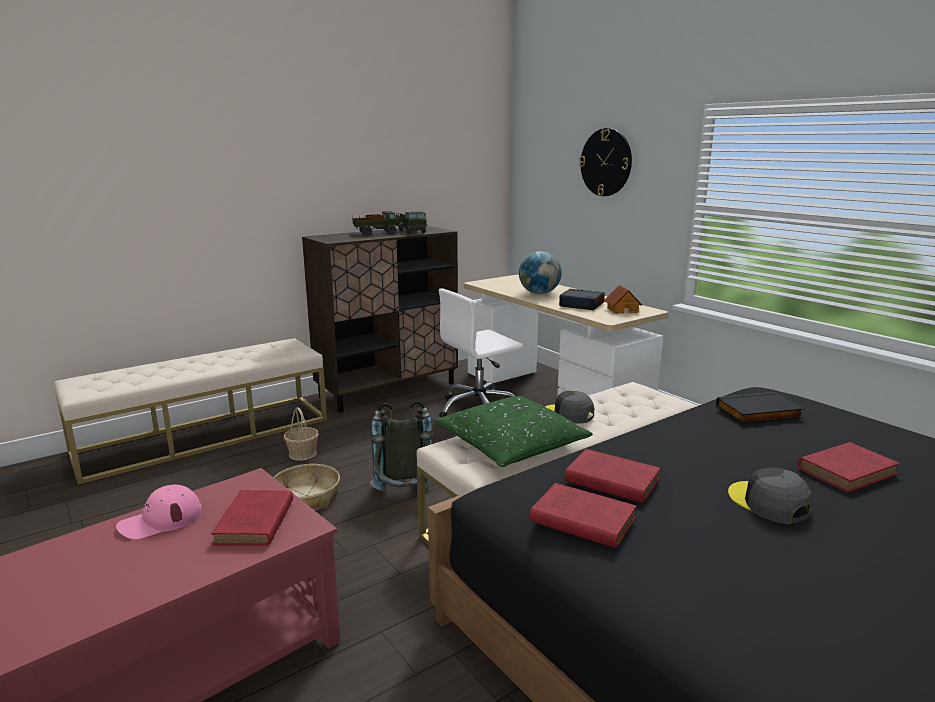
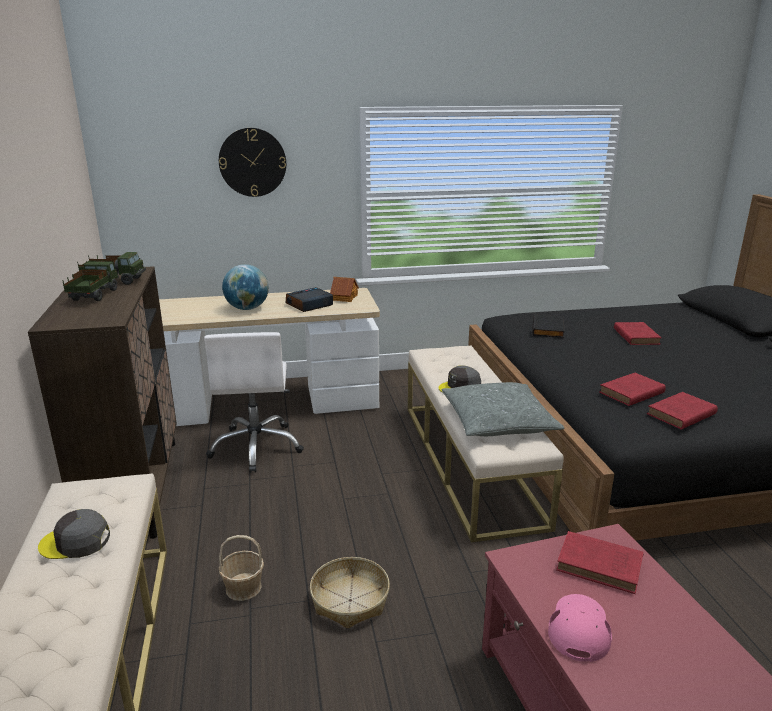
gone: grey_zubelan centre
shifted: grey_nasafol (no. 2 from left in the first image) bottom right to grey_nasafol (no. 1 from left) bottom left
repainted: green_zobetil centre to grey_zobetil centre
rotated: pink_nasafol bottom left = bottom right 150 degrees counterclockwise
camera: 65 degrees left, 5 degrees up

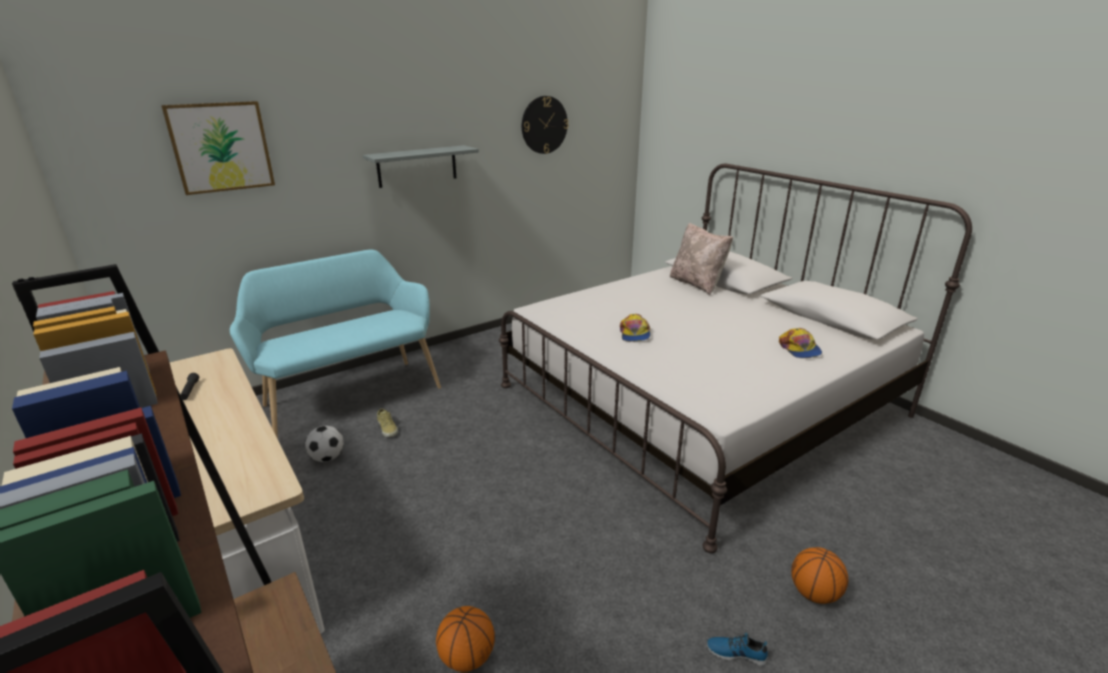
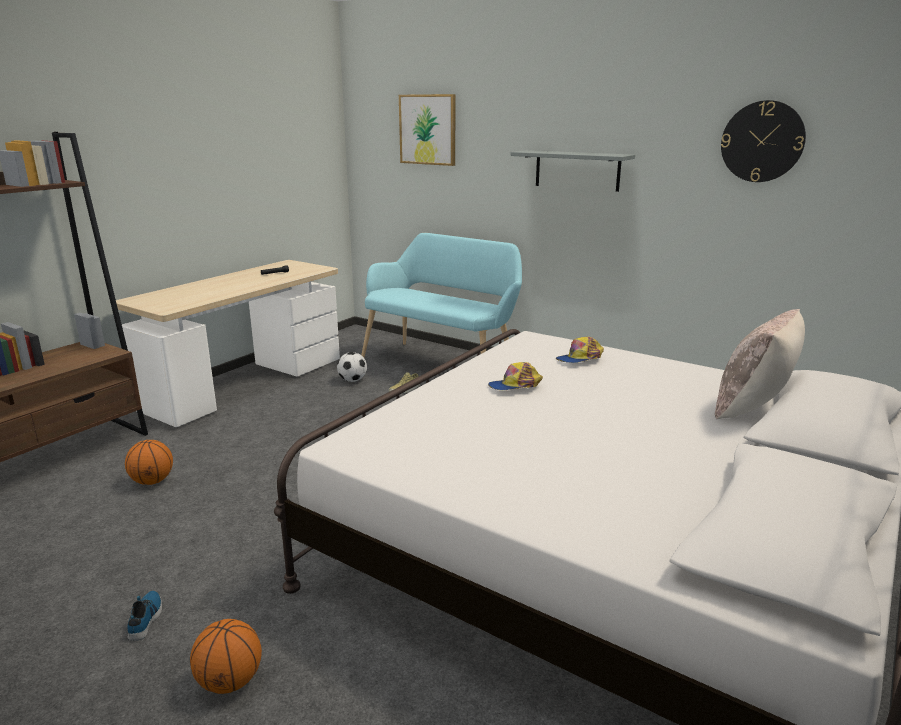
shifted: nasafol (no. 2 from left) middle right to centre
camera: 70 degrees right, 5 degrees down

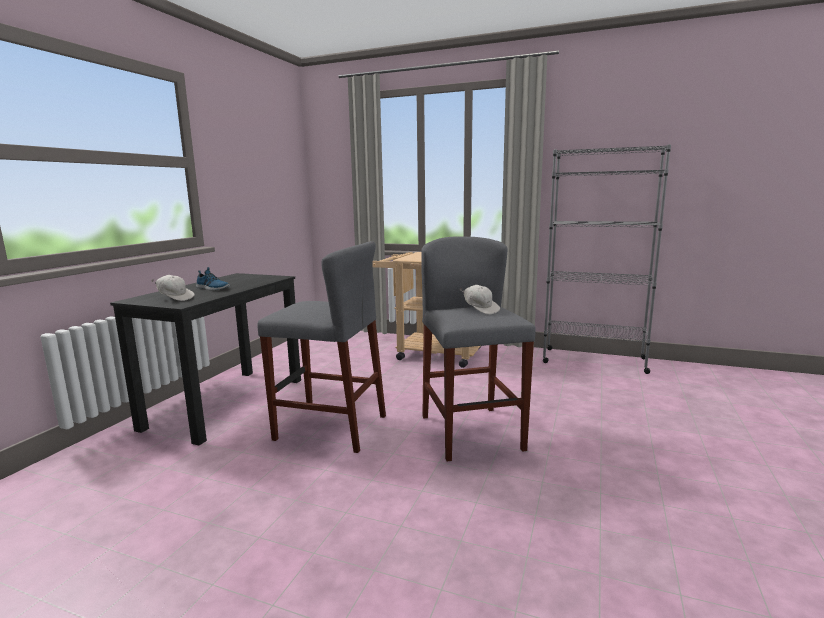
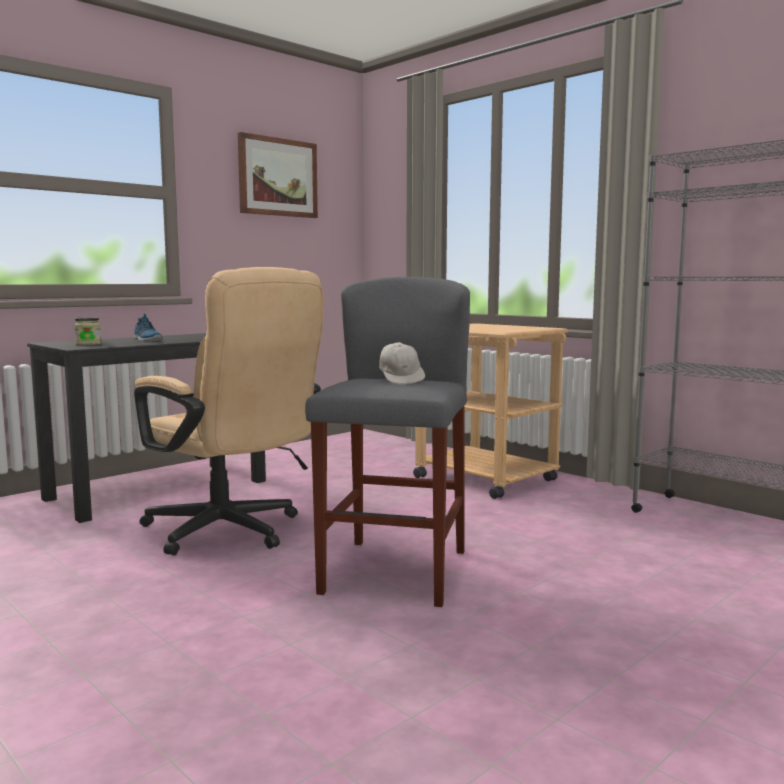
new: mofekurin top centre
swapped: white_nasafol (no. 1 from left) middle left to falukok middle left; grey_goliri (no. 1 from left) centre to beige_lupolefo middle left
camera: 25 degrees right, 5 degrees down

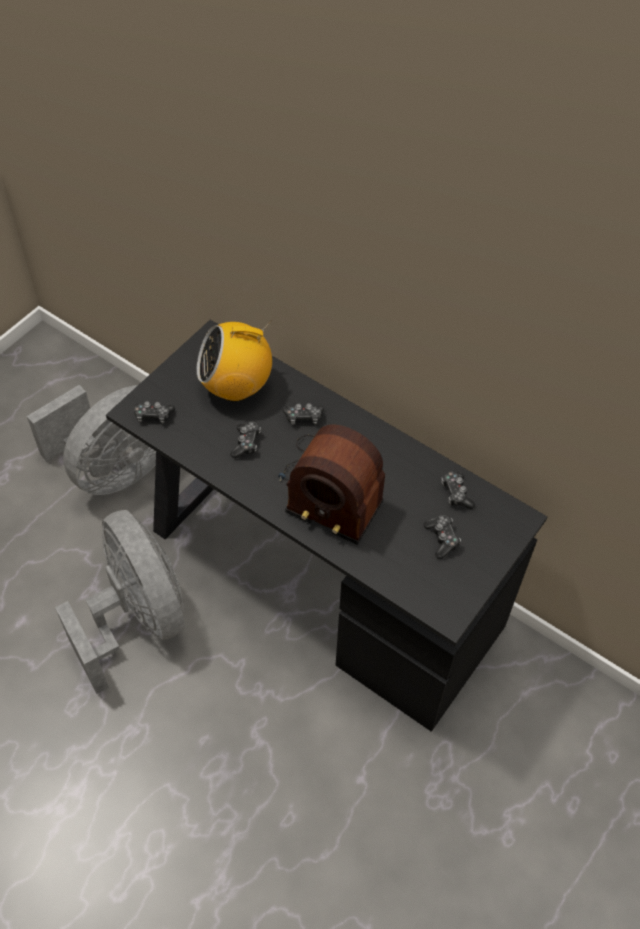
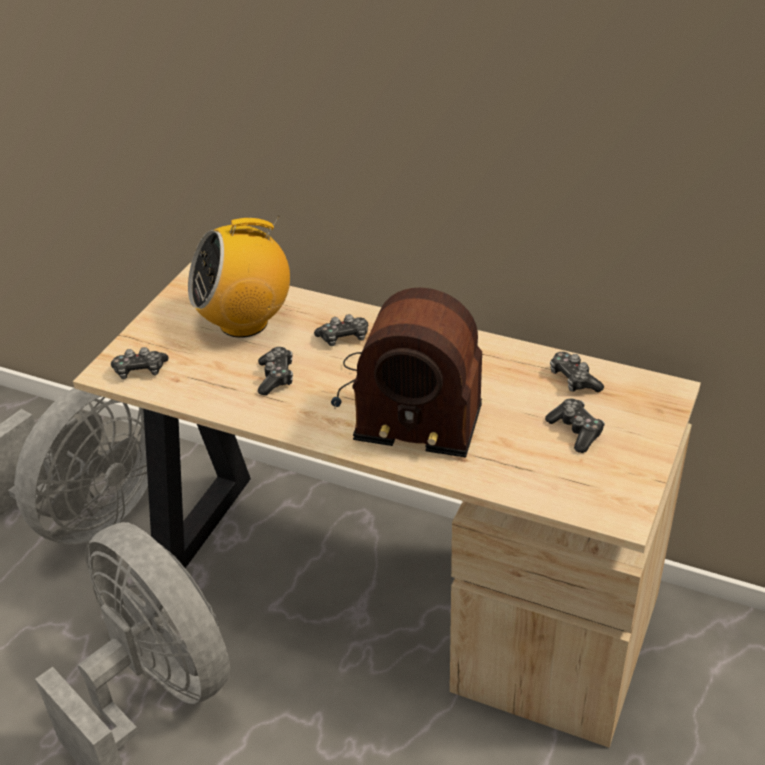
repainted: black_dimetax centre to beige_dimetax centre
camera: 10 degrees left, 15 degrees down

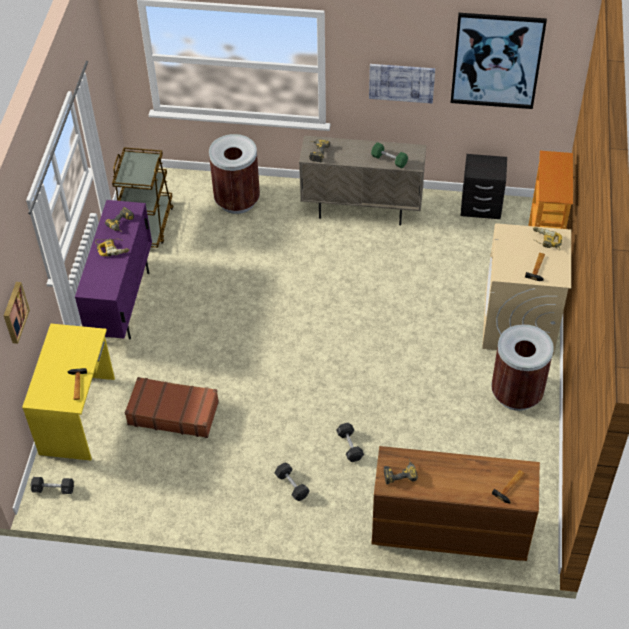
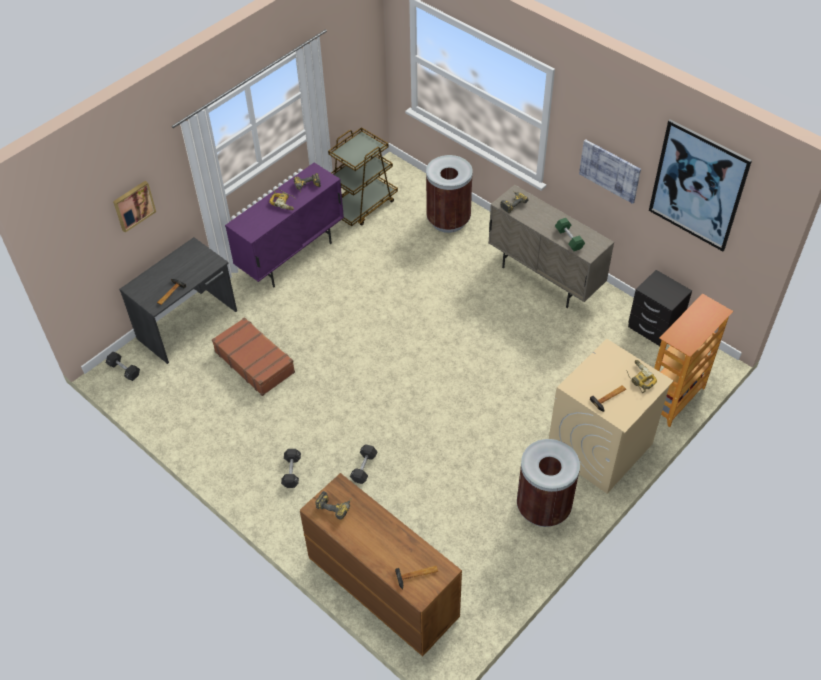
repainted: yellow_dimetax middle left to grey_dimetax middle left
camera: 35 degrees right, 0 degrees up

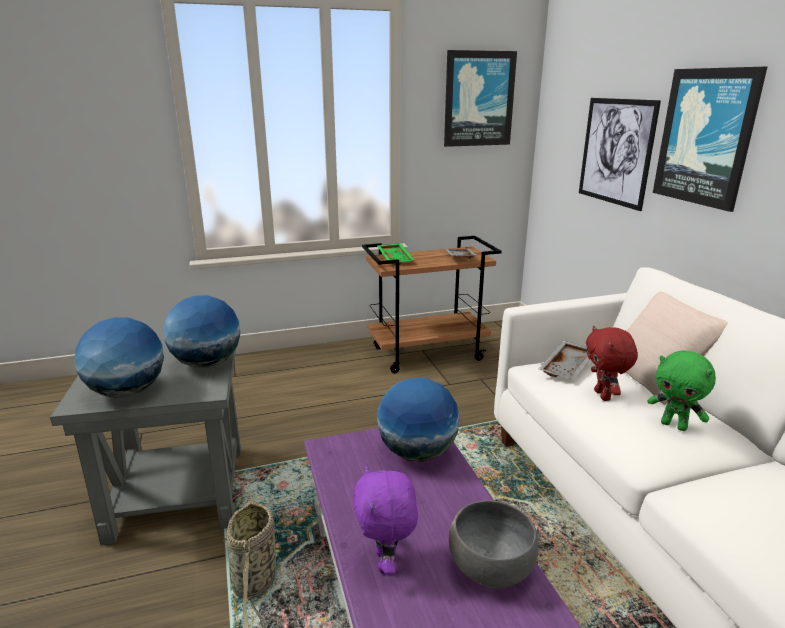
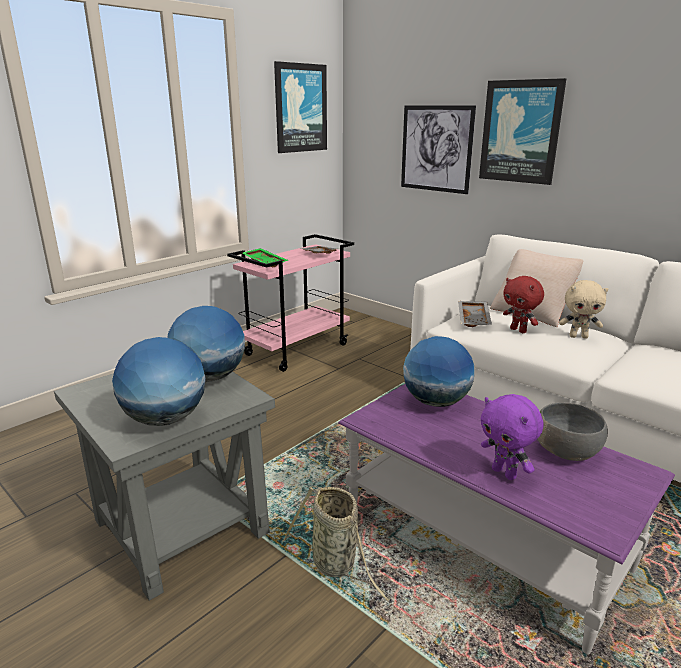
repainted: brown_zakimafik centre to pink_zakimafik centre; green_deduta middle right to beige_deduta middle right
camera: 30 degrees left, 0 degrees up

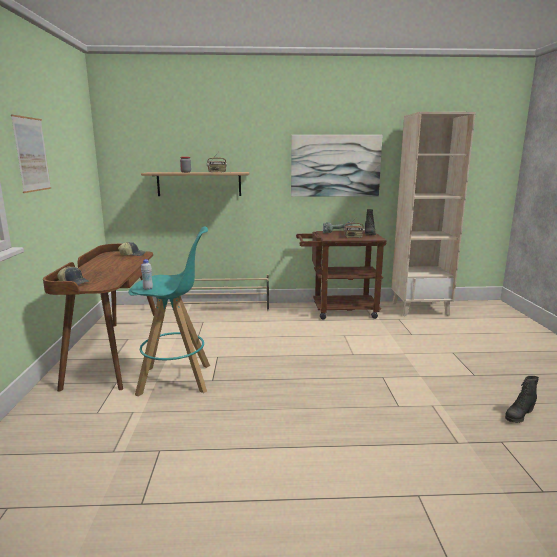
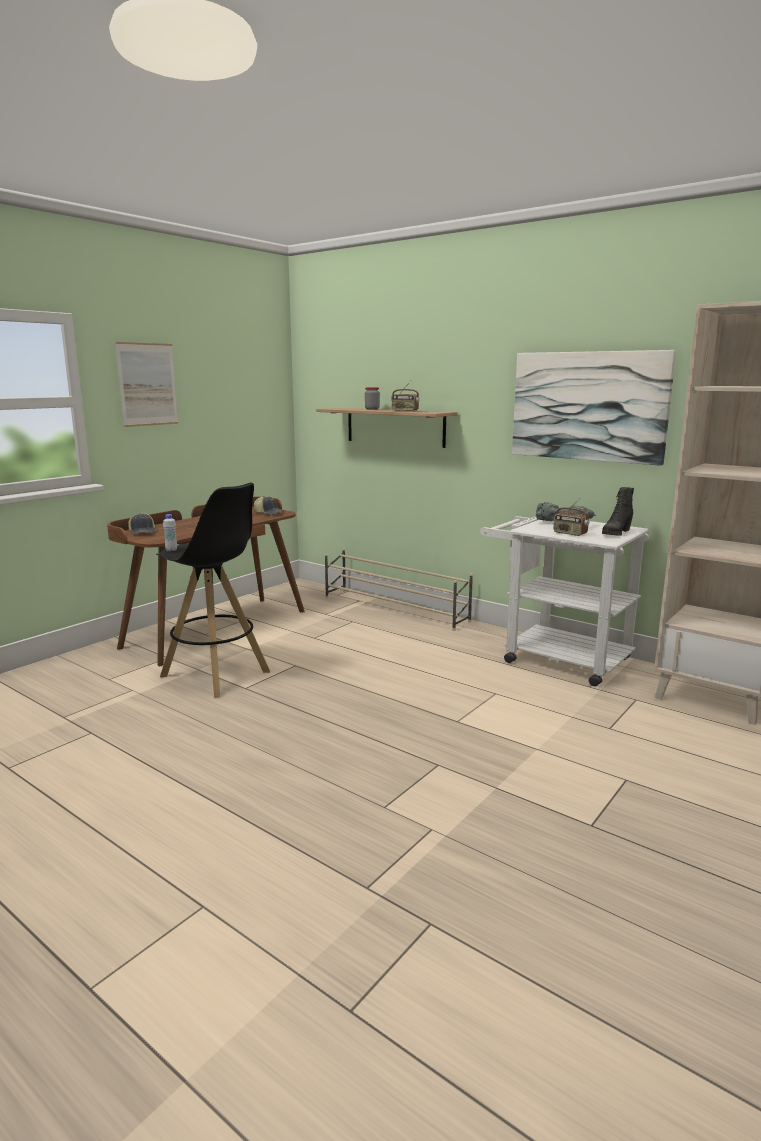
gone: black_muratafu (no. 2 from left) bottom right
repainted: turquoise_goliri middle left to black_goliri middle left; brown_zakimafik centre to white_zakimafik middle right
camera: 40 degrees right, 0 degrees up

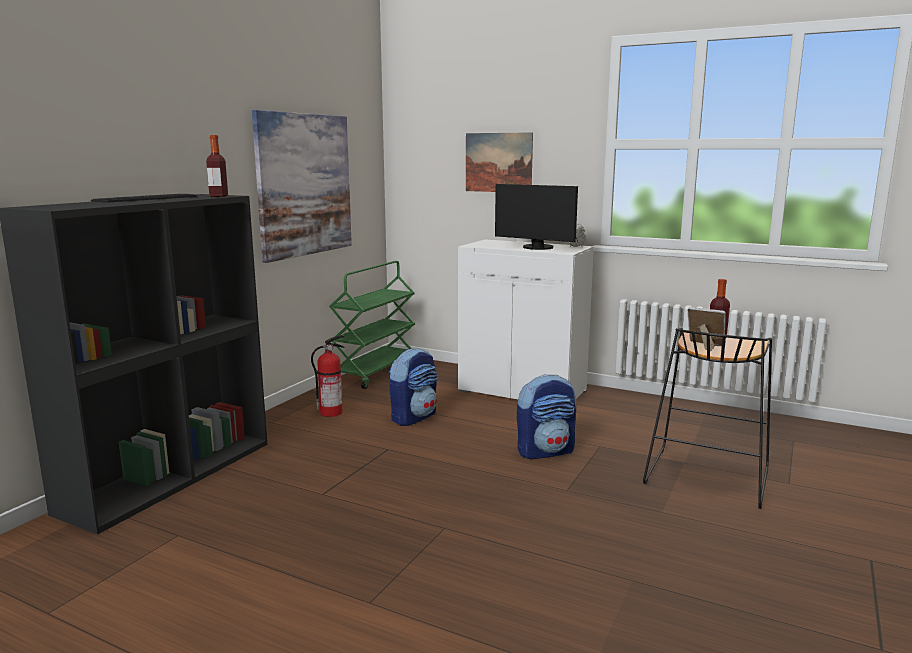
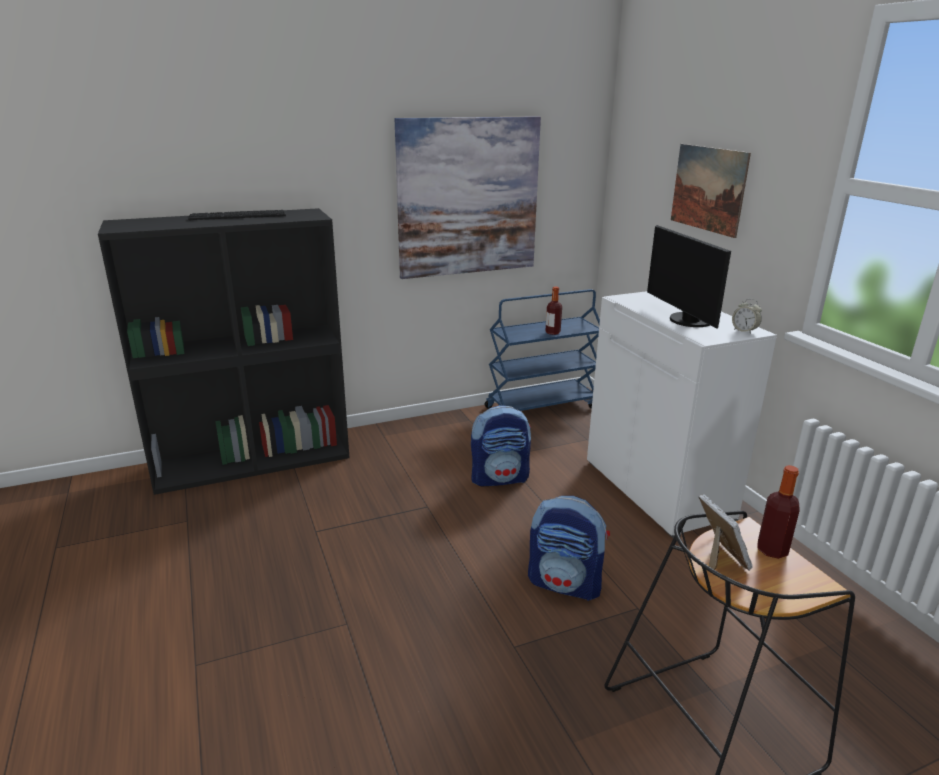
gone: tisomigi centre
shifted: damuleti (no. 1 from left) top left to centre
repainted: green_zakimafik centre to blue_zakimafik centre
camera: 40 degrees right, 10 degrees up

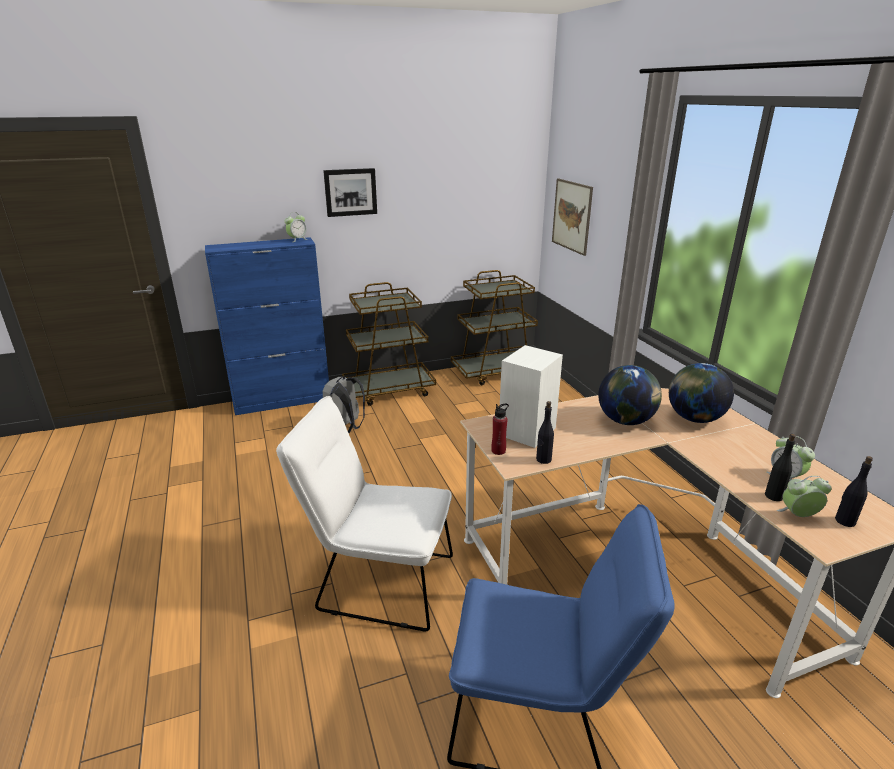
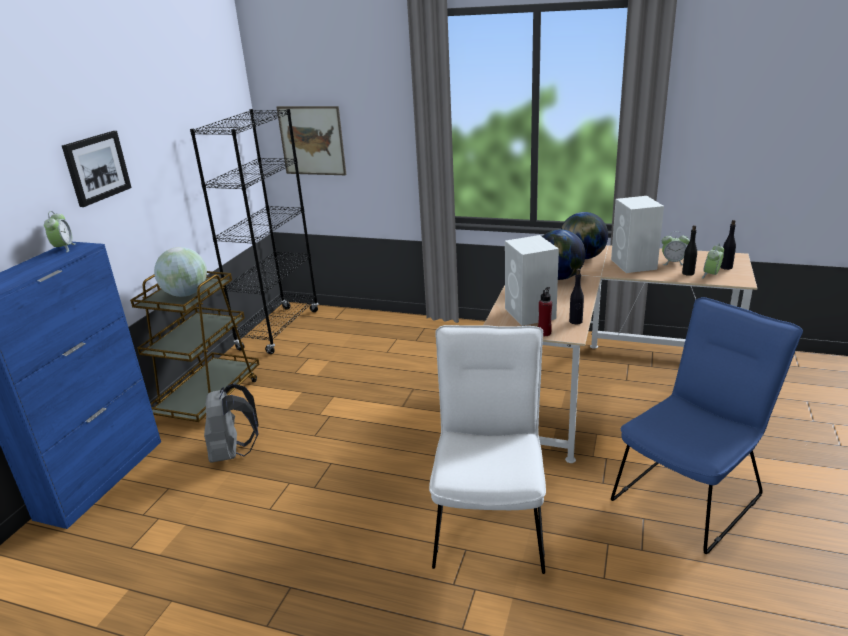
new: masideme (no. 1 from left) middle left; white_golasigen (no. 2 from left) middle right
swapped: brown_zakimafik (no. 2 from left) centre to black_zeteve middle left
rotated: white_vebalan bottom centre = bottom centre 135 degrees clockwise
camera: 50 degrees left, 0 degrees up

